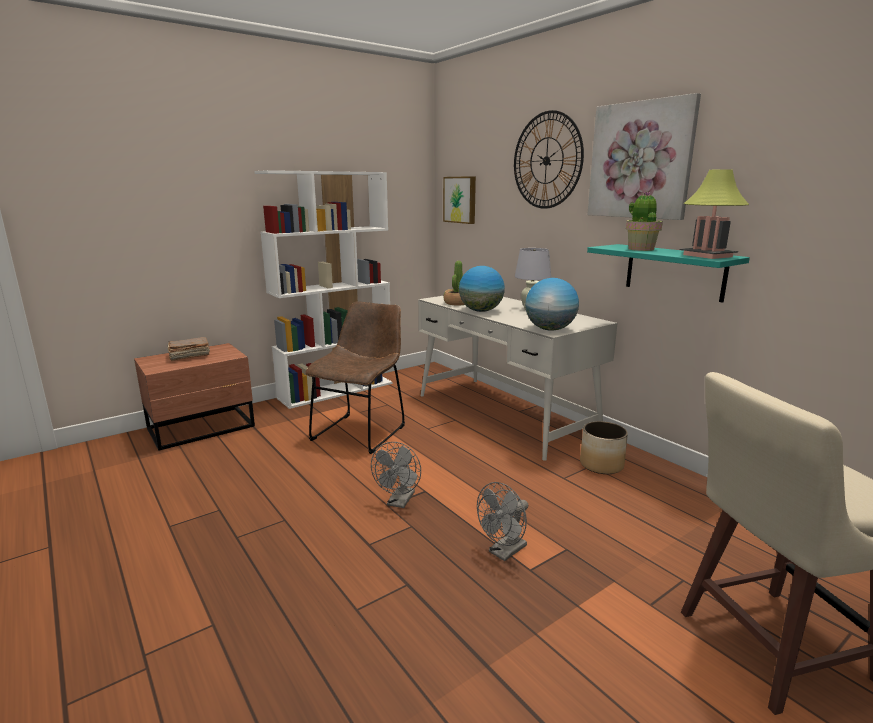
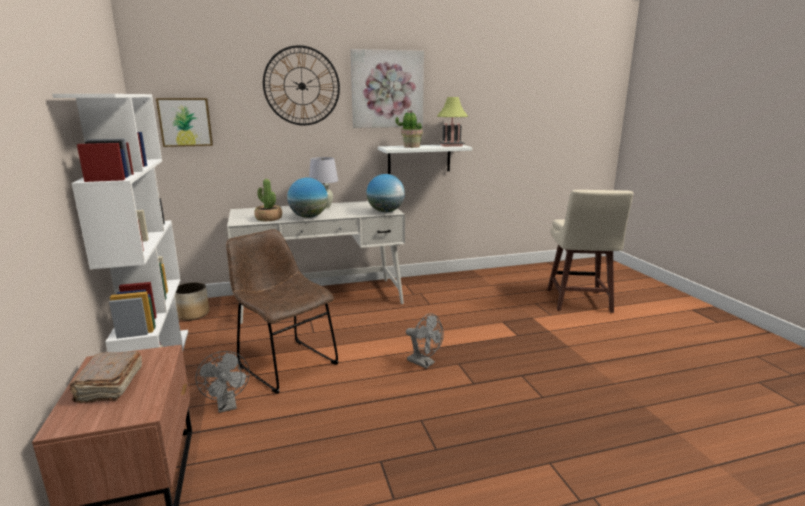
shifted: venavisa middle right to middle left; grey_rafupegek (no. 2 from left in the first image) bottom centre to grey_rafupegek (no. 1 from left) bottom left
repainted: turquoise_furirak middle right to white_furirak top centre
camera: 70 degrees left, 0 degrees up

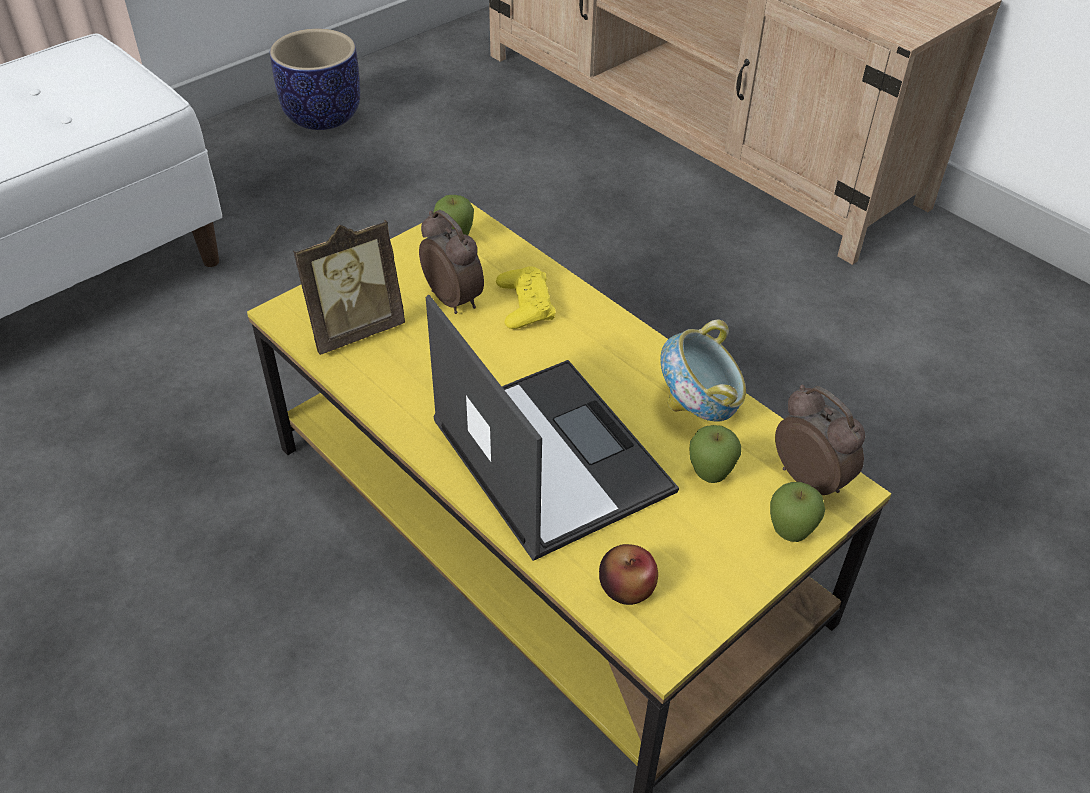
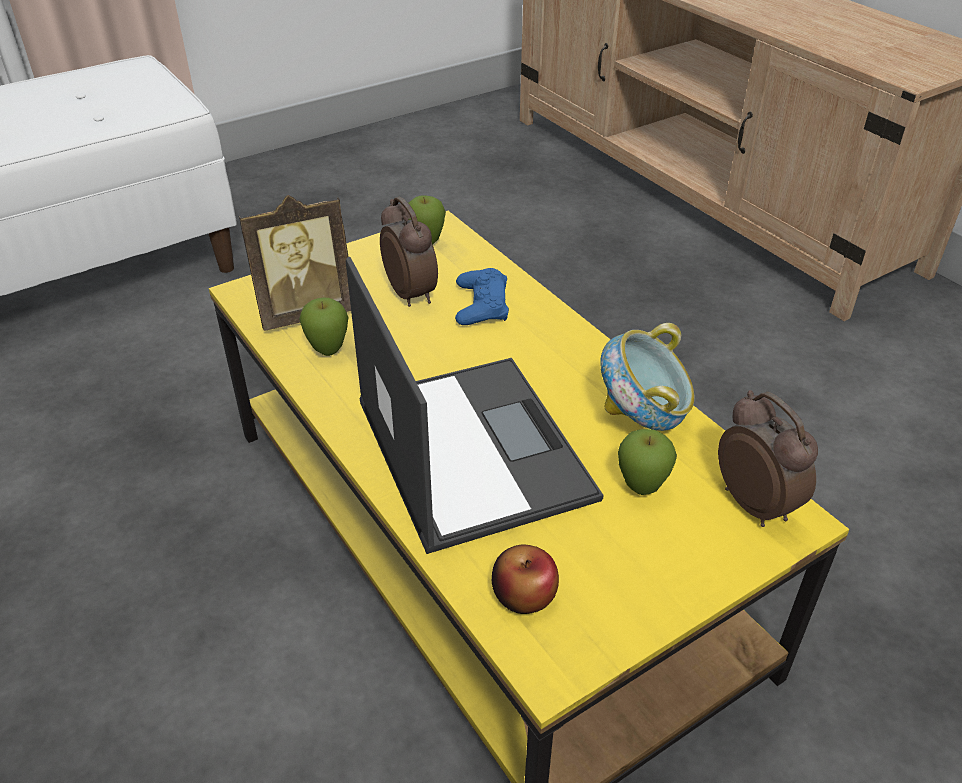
gone: venavisa top left
shifted: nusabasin (no. 4 from left in the first image) middle right to nusabasin (no. 1 from left) centre
repainted: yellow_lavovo centre to blue_lavovo centre
camera: 10 degrees right, 5 degrees down

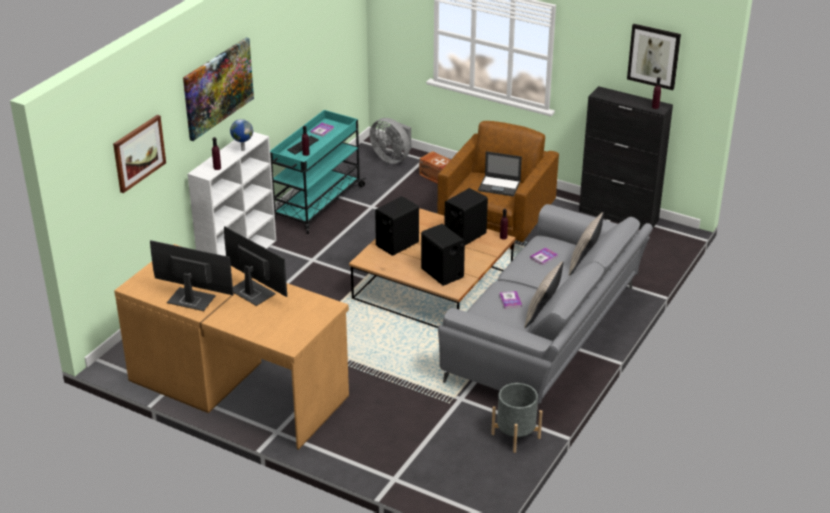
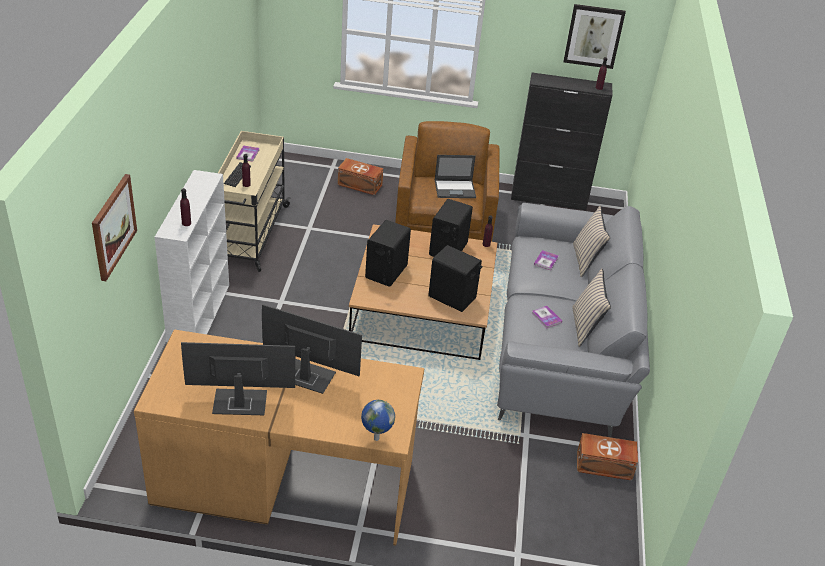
gone: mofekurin (no. 2 from left) top left; grey_rafupegek top centre
shifted: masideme top left to bottom centre
swapped: grey_venavisa bottom centre to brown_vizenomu (no. 2 from left) bottom right
repainted: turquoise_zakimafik centre to beige_zakimafik middle left
camera: 25 degrees left, 5 degrees up

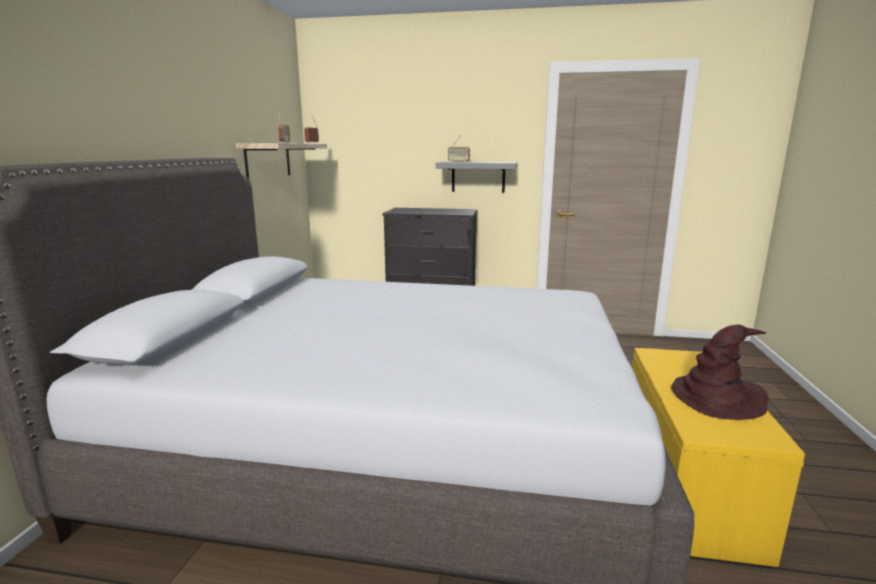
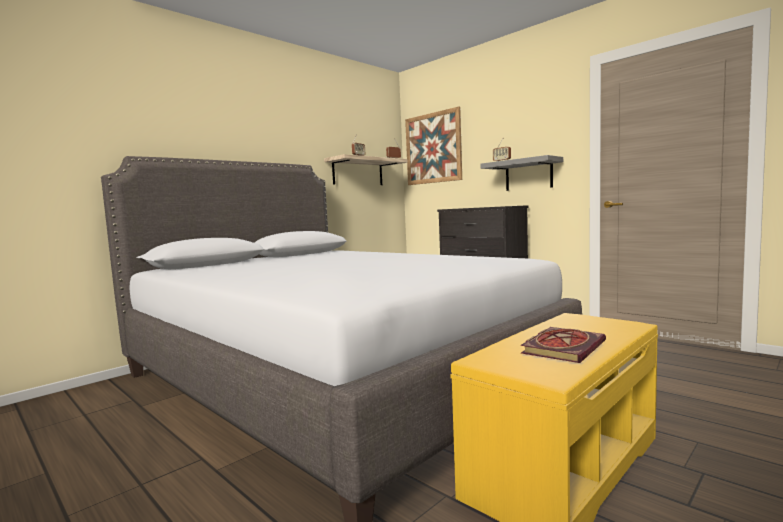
new: mofekurin top centre
swapped: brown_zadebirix middle right to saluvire middle right
camera: 35 degrees right, 10 degrees down

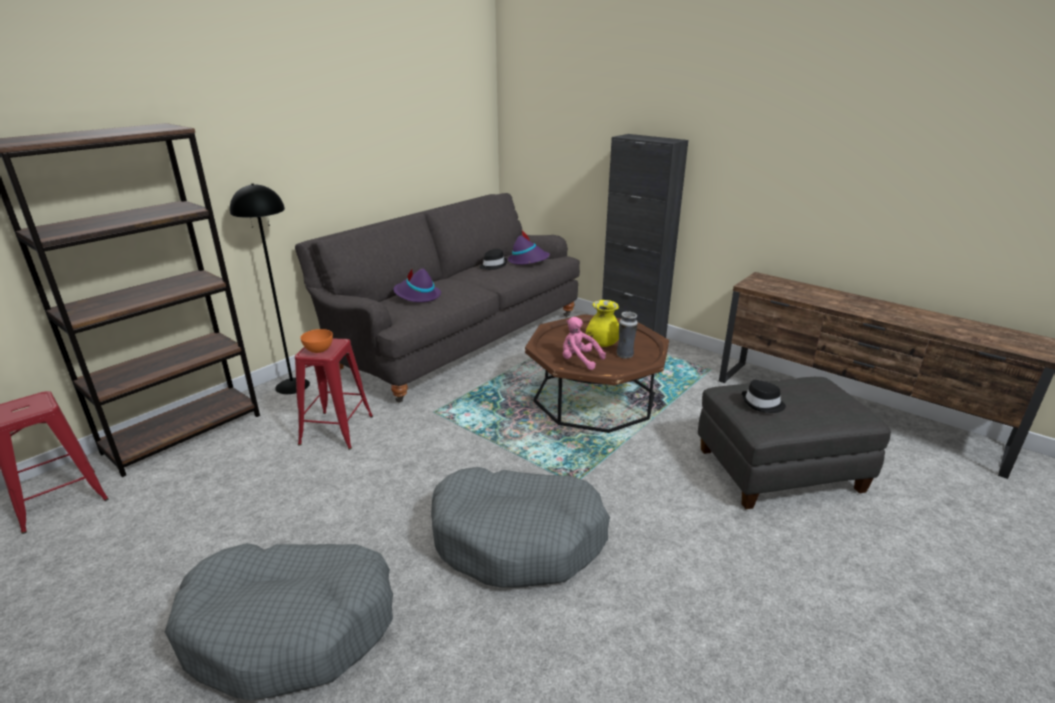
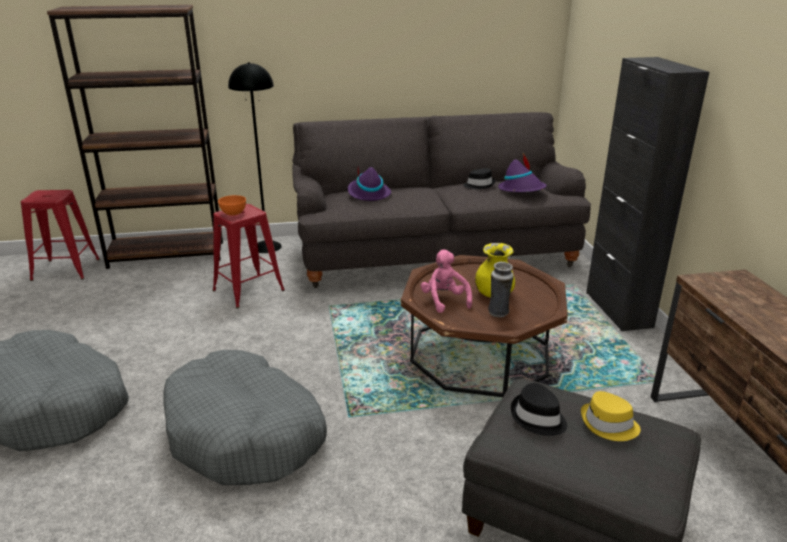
new: yellow_zadebirix bottom right
camera: 40 degrees right, 0 degrees up

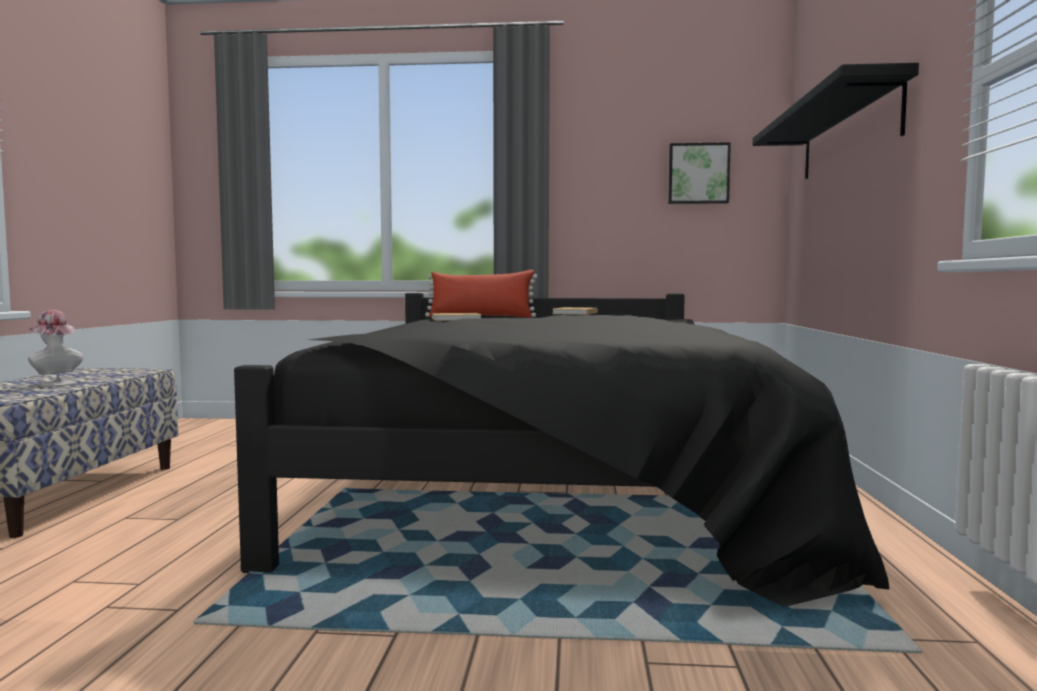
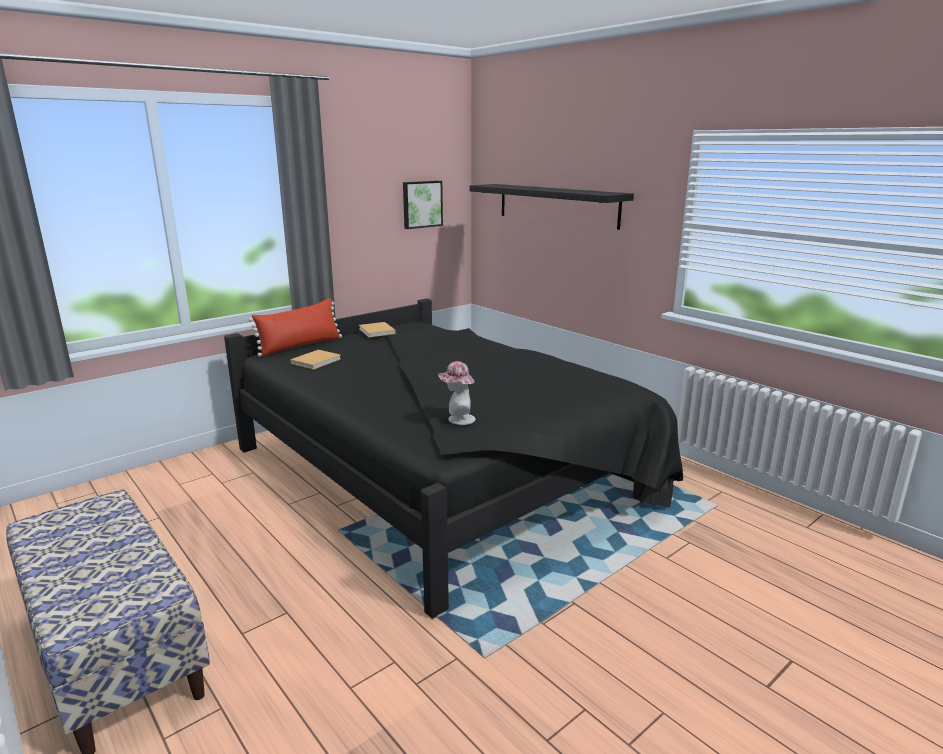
shifted: zadebirix middle left to centre
camera: 45 degrees left, 15 degrees up

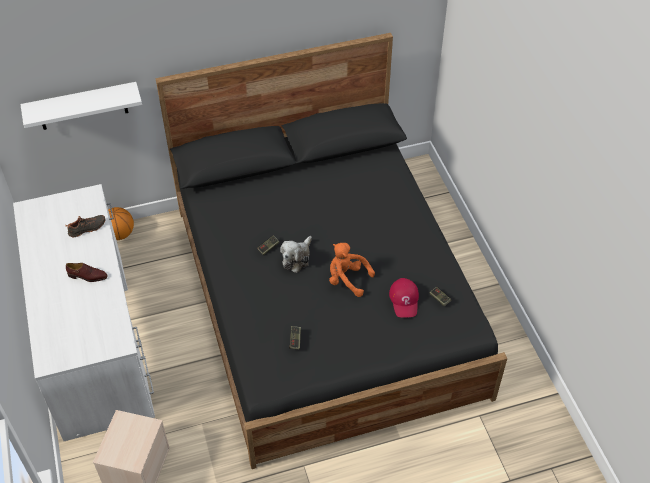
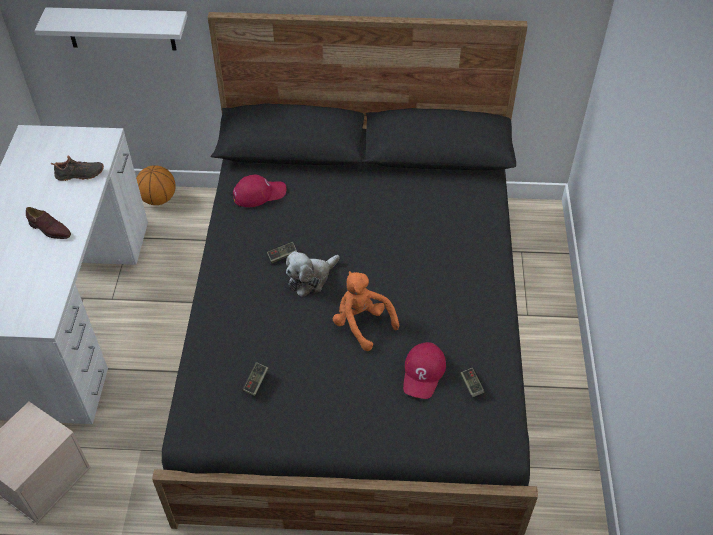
new: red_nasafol (no. 1 from left) centre
camera: 20 degrees right, 0 degrees up

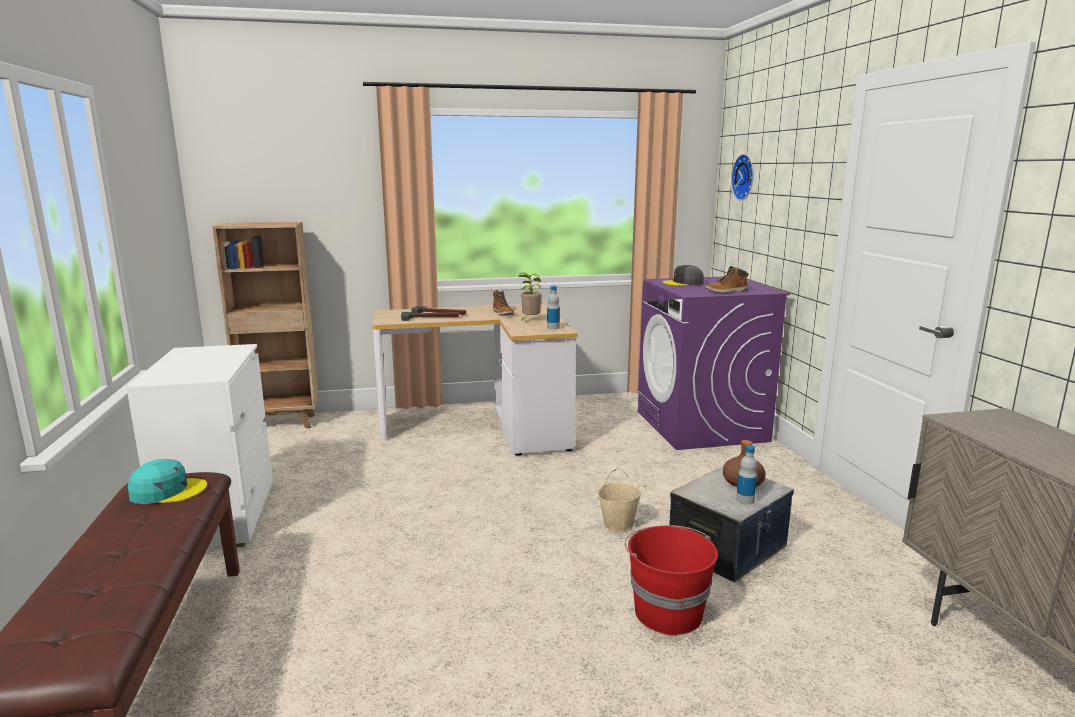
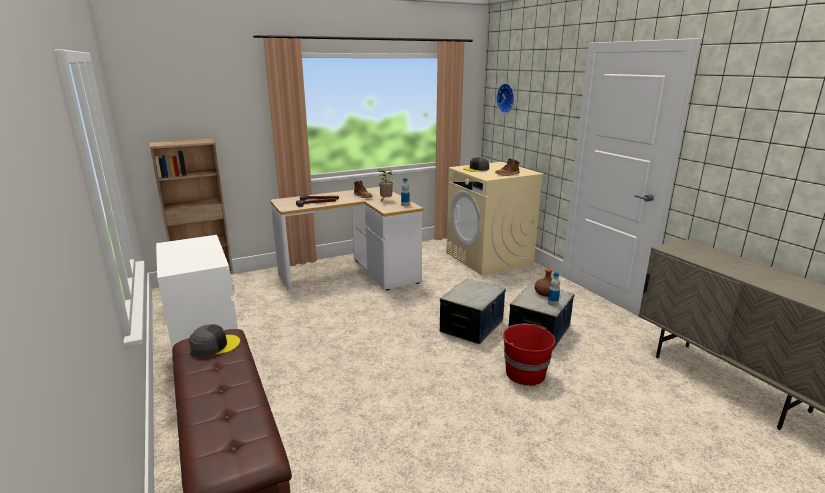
swapped: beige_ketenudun bottom centre to vizenomu (no. 1 from left) centre
repainted: turquoise_nasafol bottom left to grey_nasafol (no. 1 from left) bottom left; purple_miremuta centre to beige_miremuta centre
camera: 15 degrees left, 5 degrees up

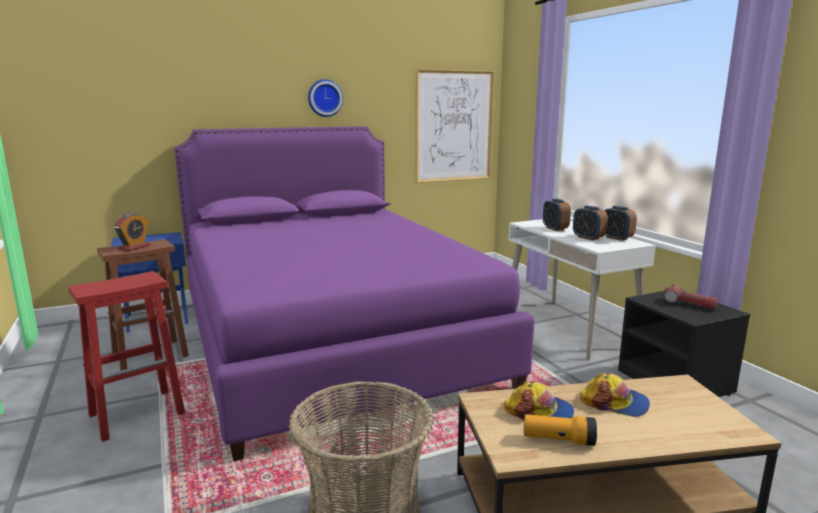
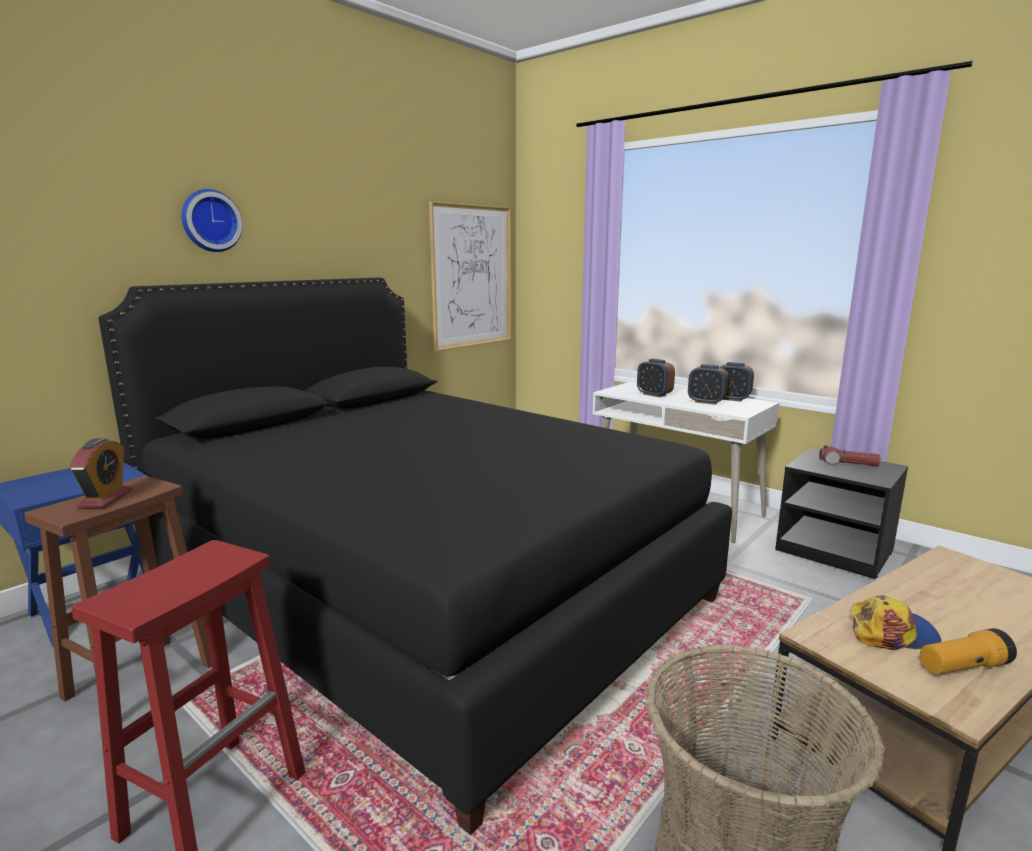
gone: nasafol (no. 2 from left) bottom right
shifted: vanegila top centre to top left
repainted: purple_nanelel centre to black_nanelel centre
camera: 25 degrees left, 0 degrees up

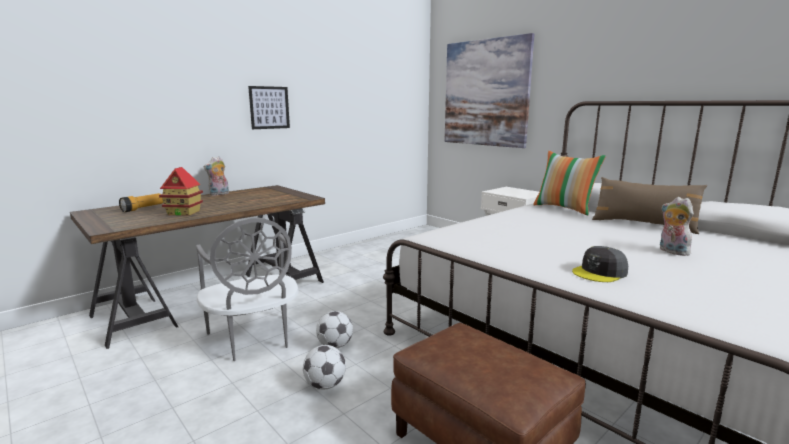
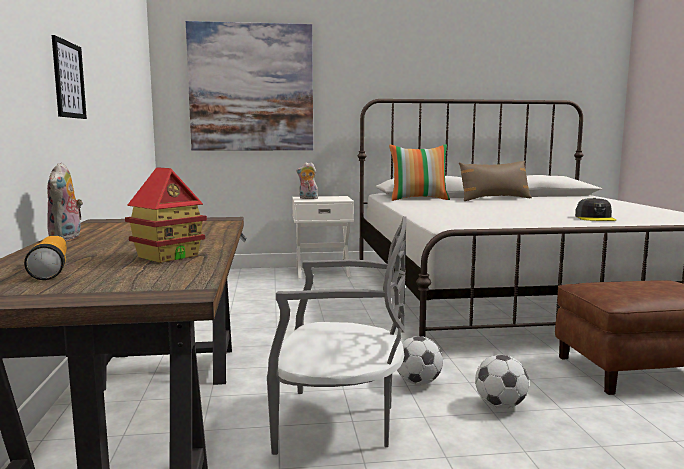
shifted: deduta (no. 2 from left) middle right to centre
camera: 55 degrees left, 5 degrees down

